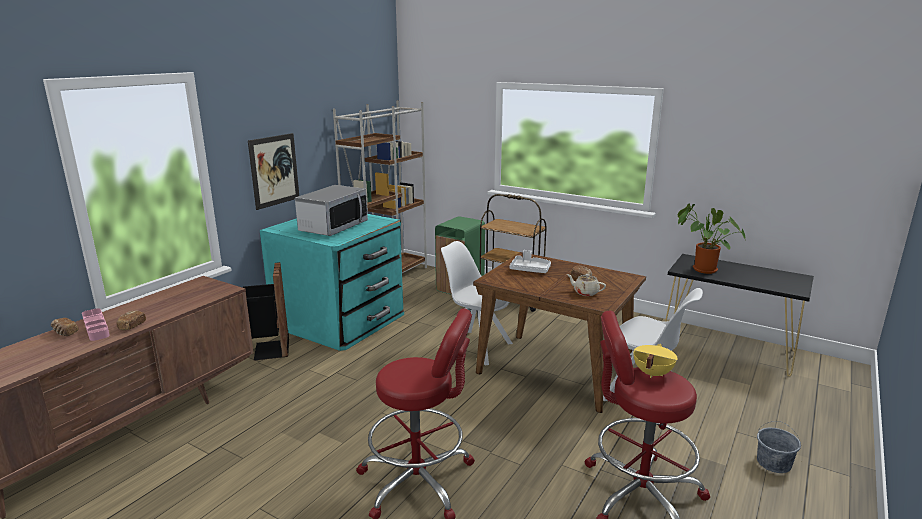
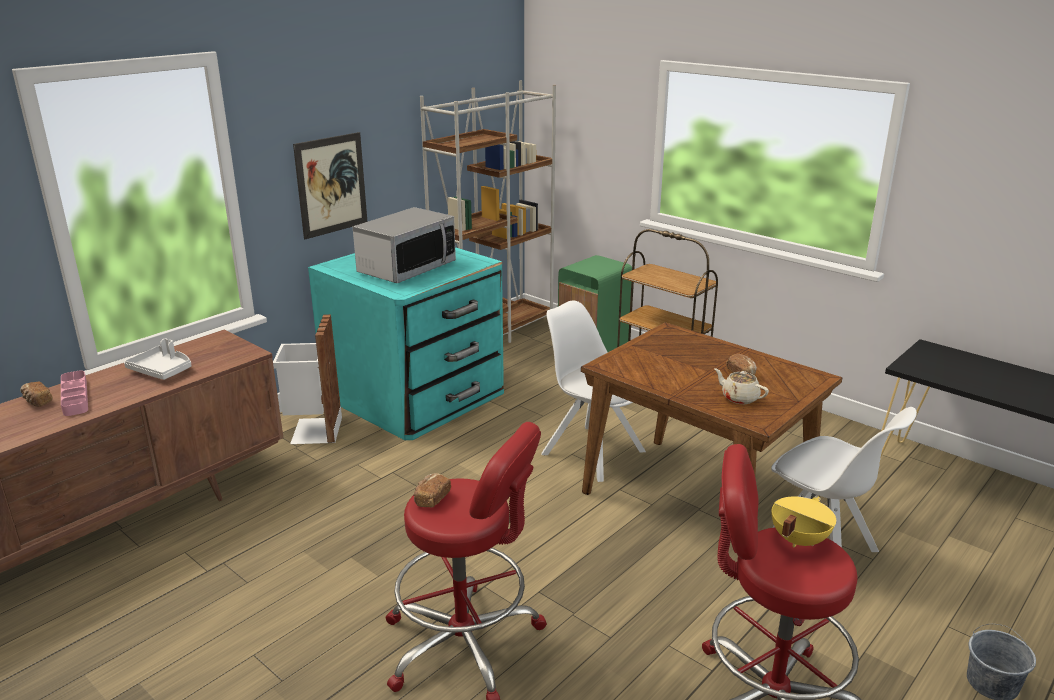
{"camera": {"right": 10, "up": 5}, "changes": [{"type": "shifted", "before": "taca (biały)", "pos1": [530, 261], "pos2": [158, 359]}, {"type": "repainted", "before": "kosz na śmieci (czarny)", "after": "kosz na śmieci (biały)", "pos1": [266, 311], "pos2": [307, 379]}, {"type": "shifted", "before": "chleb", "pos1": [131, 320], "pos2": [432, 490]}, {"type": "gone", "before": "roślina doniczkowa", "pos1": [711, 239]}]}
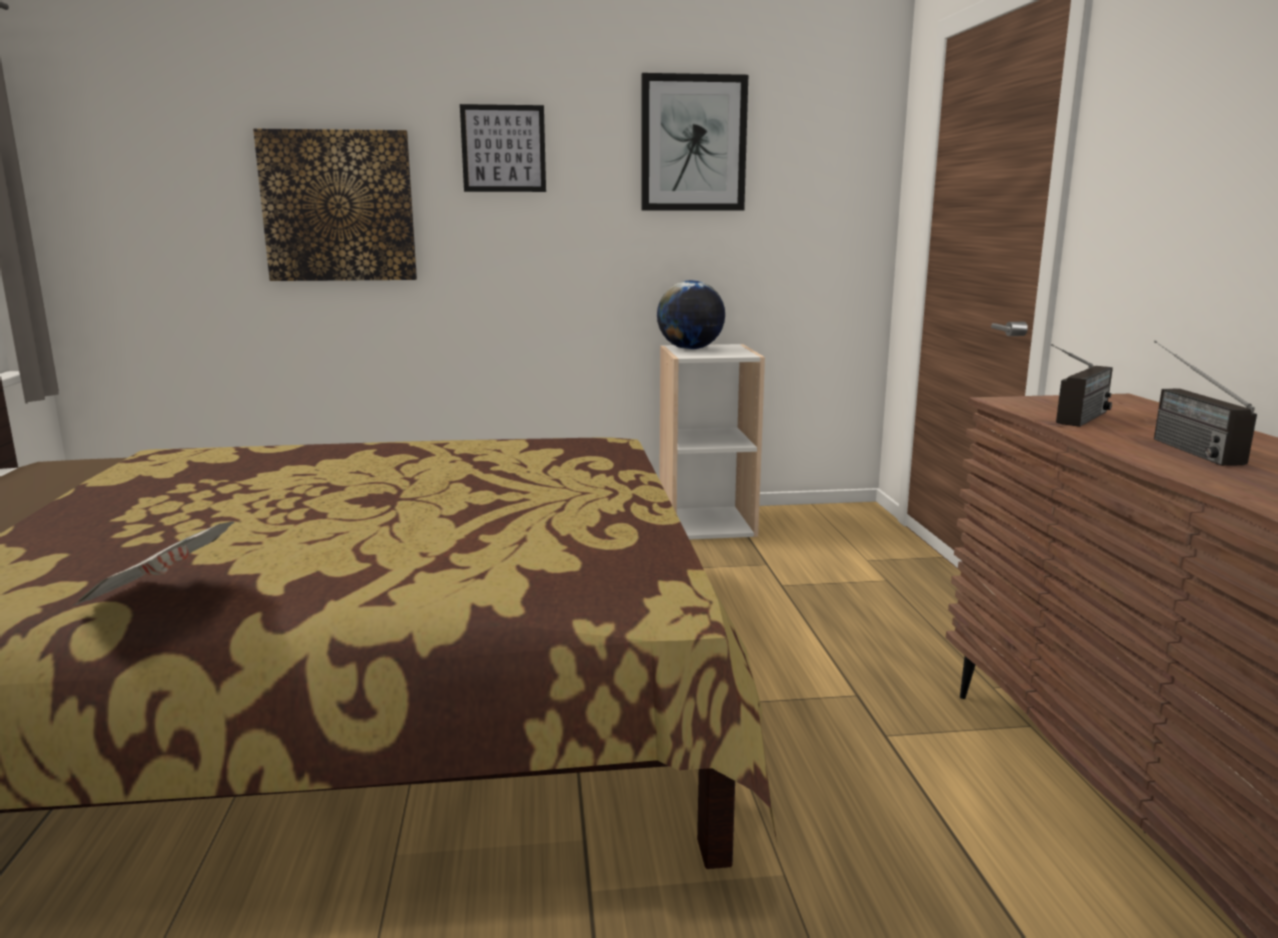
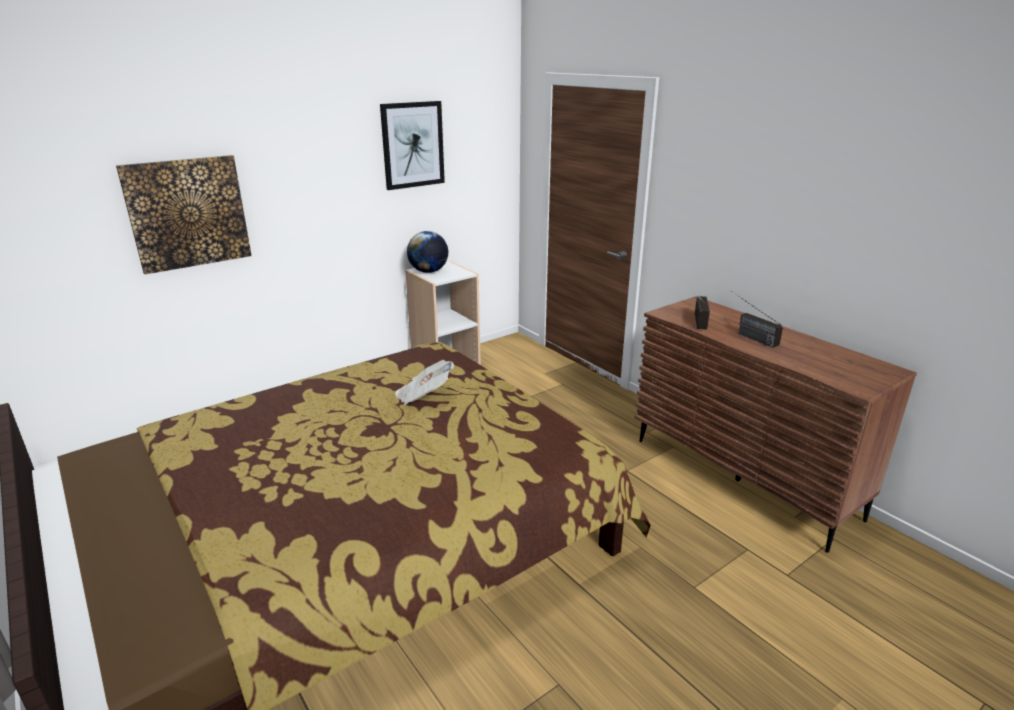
{"camera": {"right": -30, "up": 10}, "changes": [{"type": "shifted", "before": "gazeta", "pos1": [153, 563], "pos2": [424, 382]}, {"type": "gone", "before": "obraz", "pos1": [503, 148]}]}
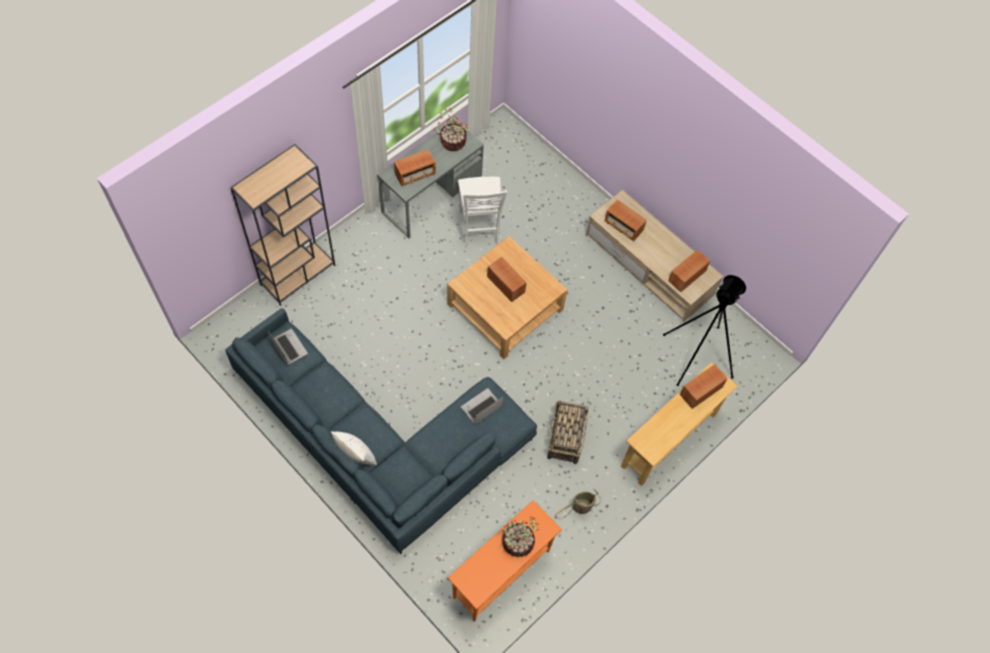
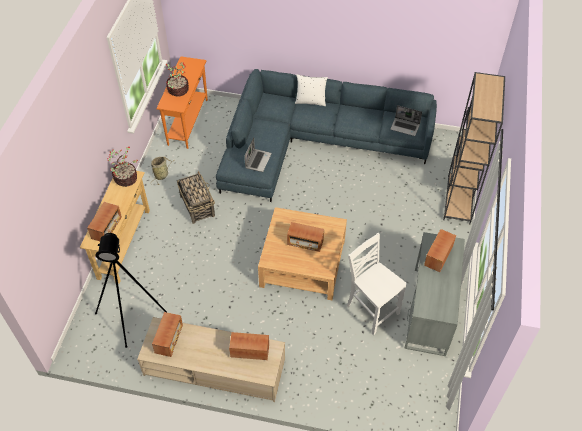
{"camera": {"right": 150, "up": -10}, "changes": [{"type": "shifted", "before": "roślina doniczkowa", "pos1": [451, 129], "pos2": [122, 167]}]}
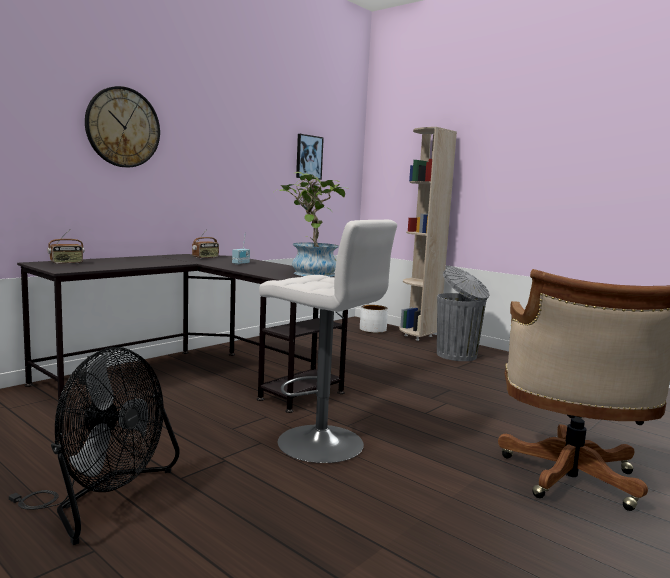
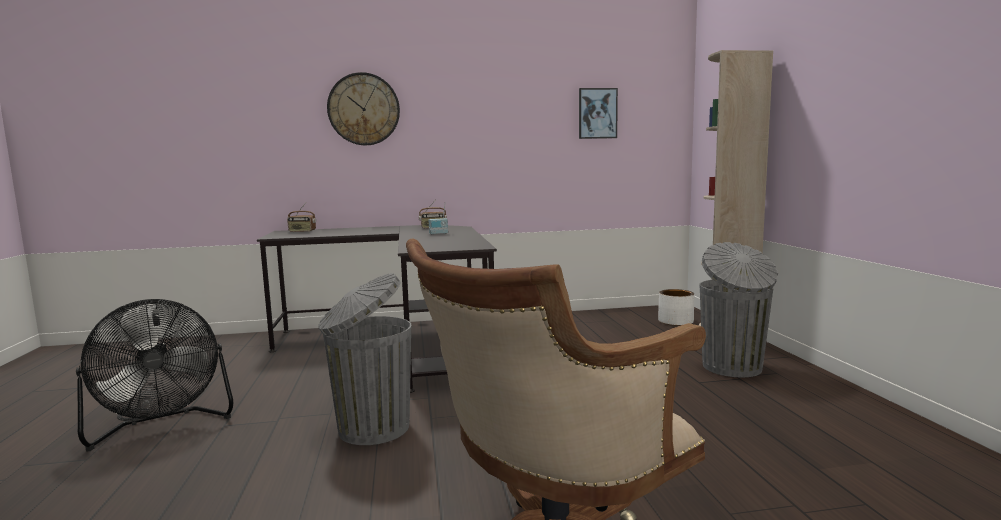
{"camera": {"right": 40, "up": 0}, "changes": [{"type": "swapped", "before": "stołek (biały)", "after": "kosz na śmieci (szary)", "pos1": [328, 341], "pos2": [364, 359]}, {"type": "gone", "before": "roślina doniczkowa", "pos1": [311, 224]}]}
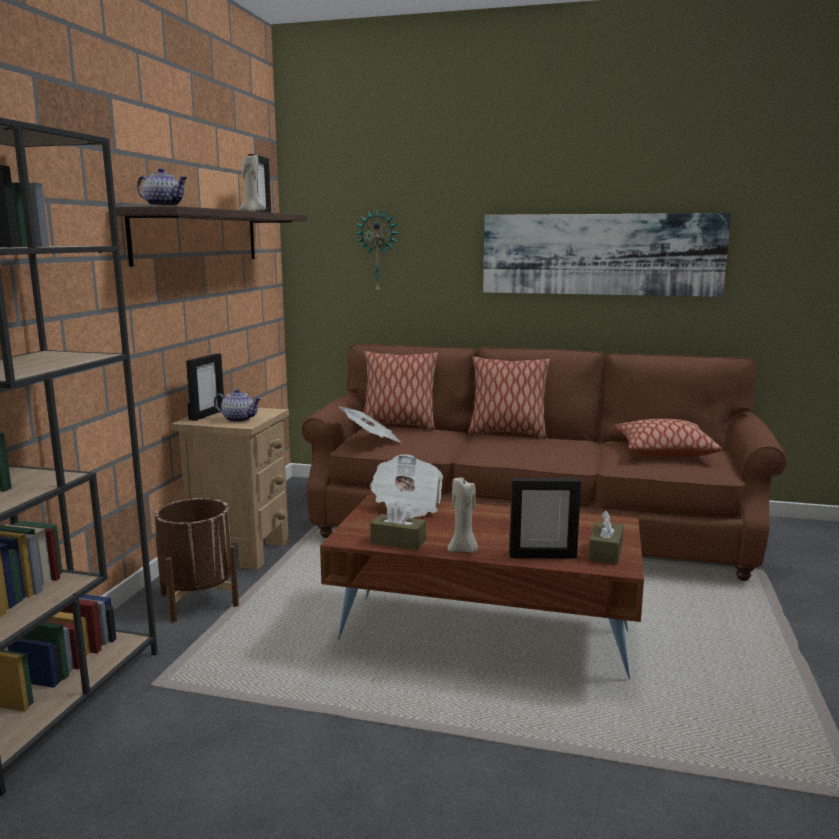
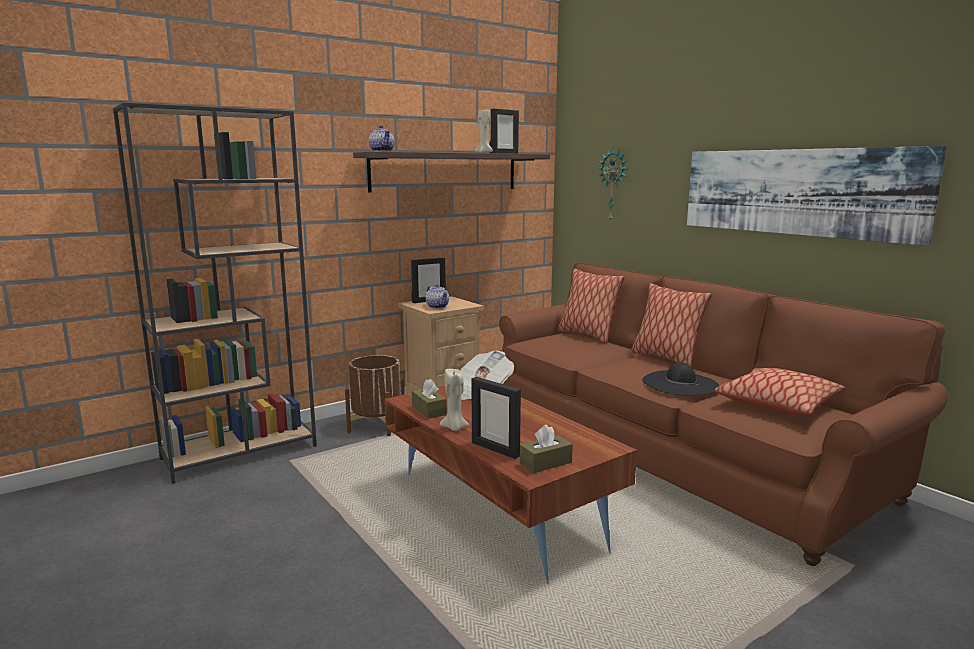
{"camera": {"right": 40, "up": 0}, "changes": [{"type": "new", "after": "kapelusz (czarny)", "pos2": [680, 378]}, {"type": "gone", "before": "gazeta", "pos1": [370, 424]}]}
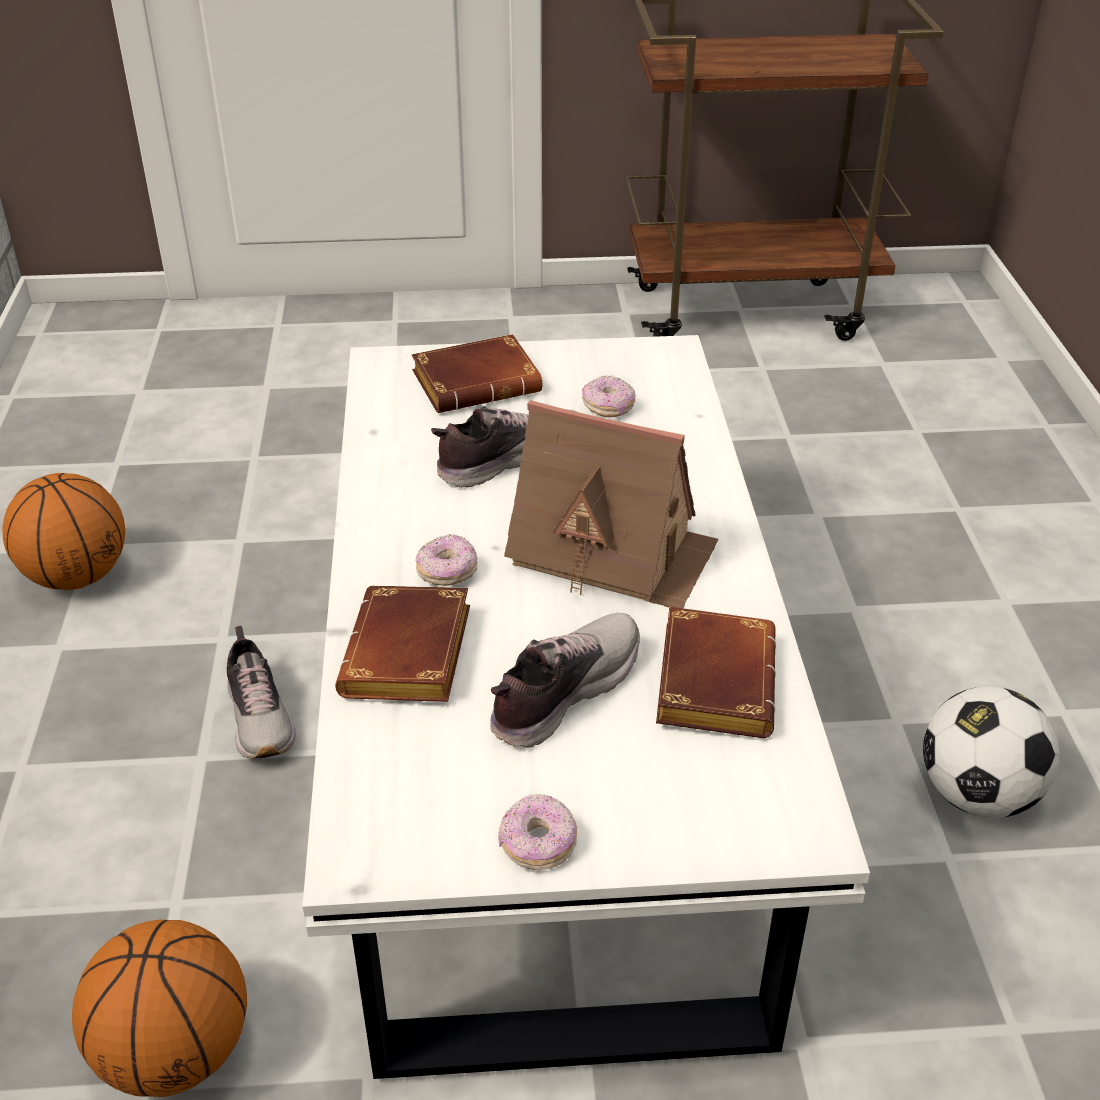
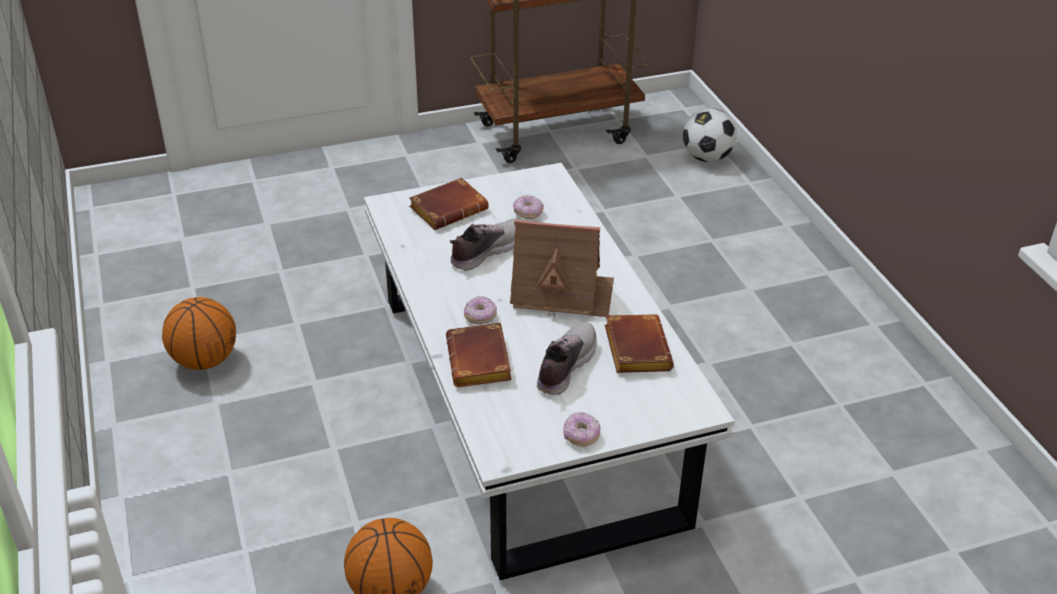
{"camera": {"right": -15, "up": 0}, "changes": [{"type": "shifted", "before": "piłka futbolowa", "pos1": [991, 752], "pos2": [709, 135]}, {"type": "gone", "before": "but", "pos1": [261, 692]}]}
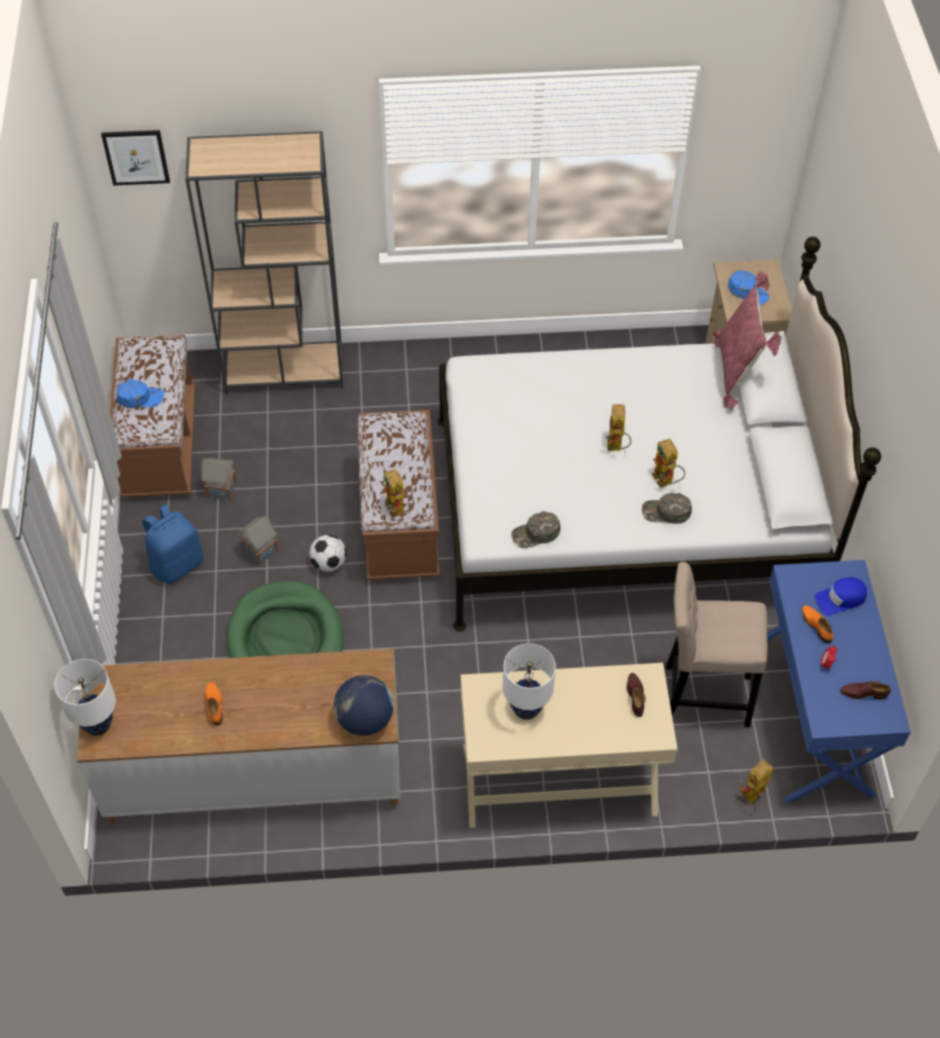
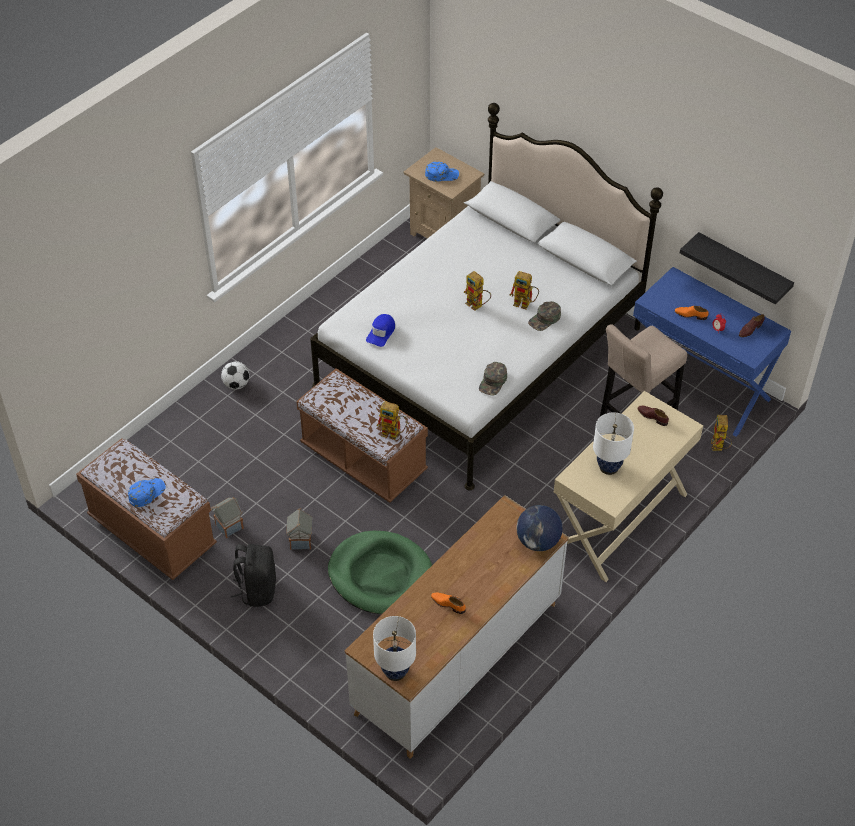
{"camera": {"right": -45, "up": -5}, "changes": [{"type": "shifted", "before": "piłka futbolowa", "pos1": [327, 553], "pos2": [235, 375]}, {"type": "repainted", "before": "plecak (niebieski)", "after": "plecak (czarny)", "pos1": [173, 544], "pos2": [253, 575]}, {"type": "shifted", "before": "czapka z daszkiem (niebieski)", "pos1": [840, 596], "pos2": [380, 330]}, {"type": "new", "after": "półka (czarny)", "pos2": [737, 268]}, {"type": "gone", "before": "obraz", "pos1": [135, 158]}, {"type": "gone", "before": "regał", "pos1": [264, 262]}, {"type": "gone", "before": "poduszka (czerwony)", "pos1": [747, 340]}]}
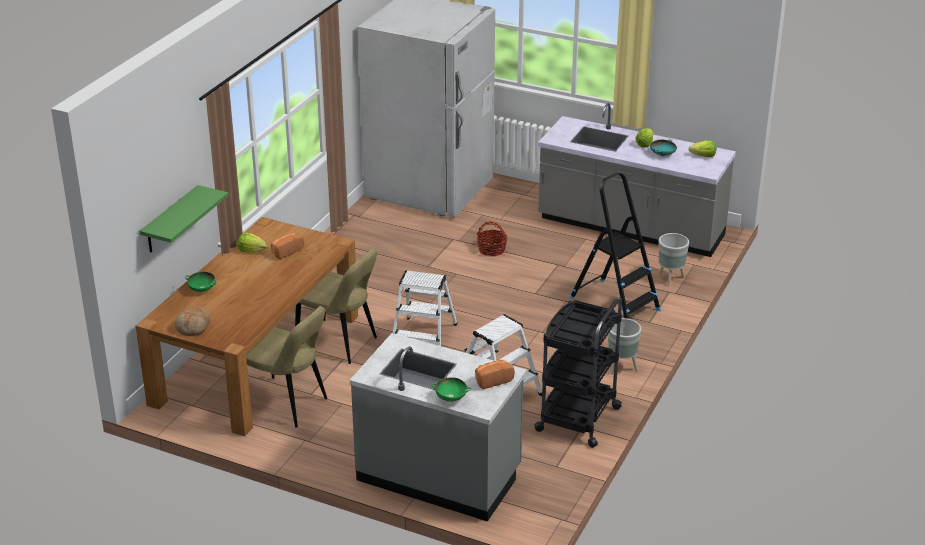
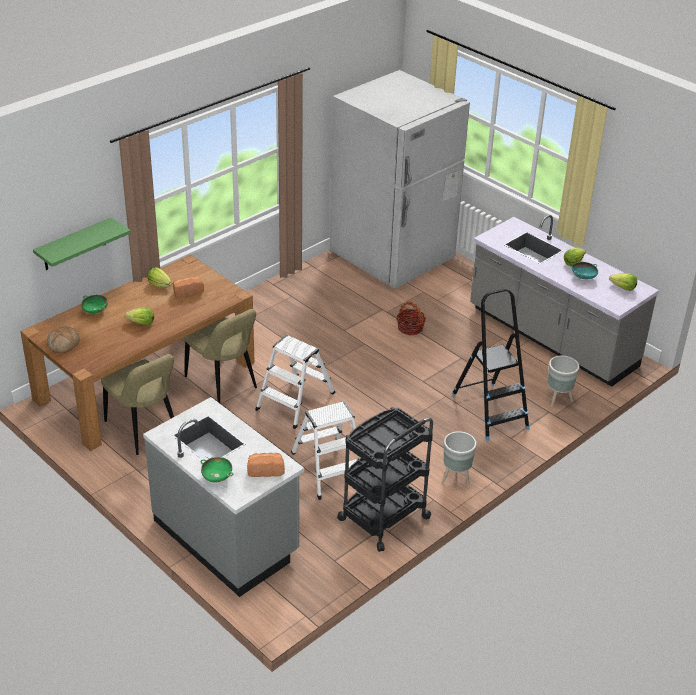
{"camera": {"right": 20, "up": 5}, "changes": [{"type": "new", "after": "sałata", "pos2": [139, 316]}]}
